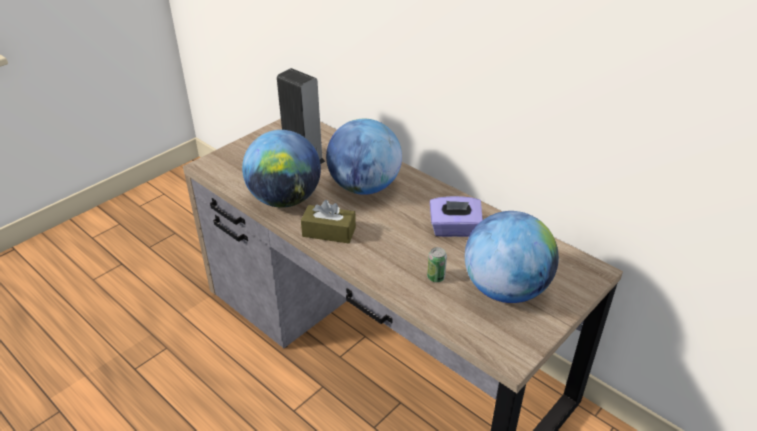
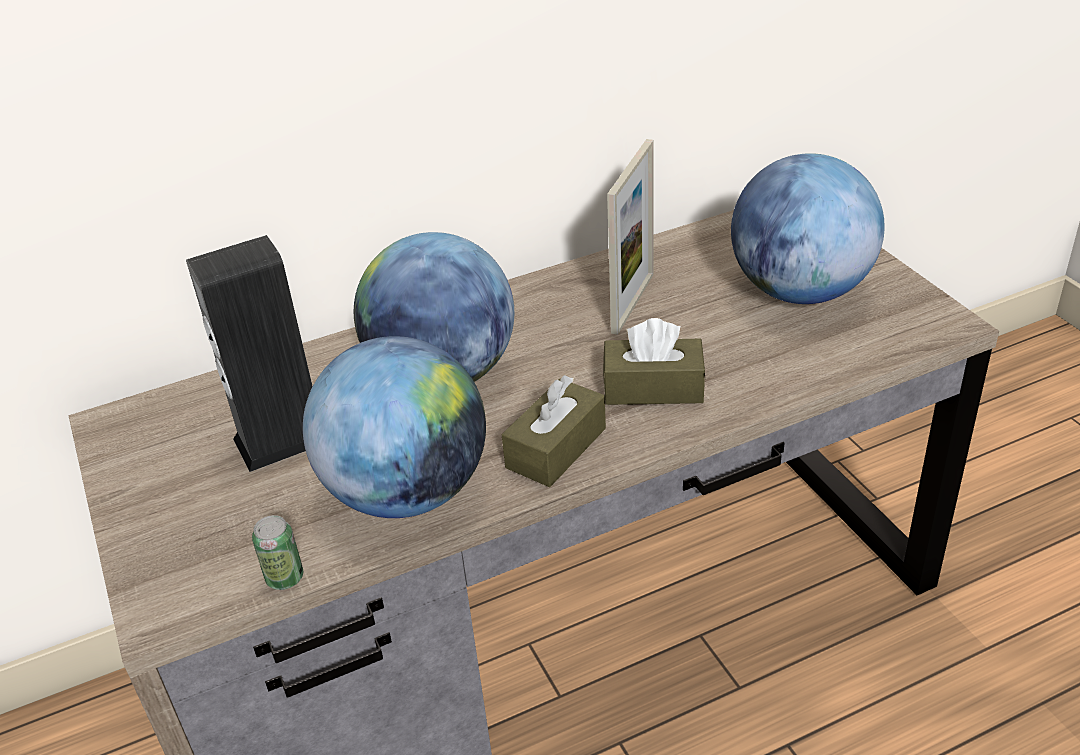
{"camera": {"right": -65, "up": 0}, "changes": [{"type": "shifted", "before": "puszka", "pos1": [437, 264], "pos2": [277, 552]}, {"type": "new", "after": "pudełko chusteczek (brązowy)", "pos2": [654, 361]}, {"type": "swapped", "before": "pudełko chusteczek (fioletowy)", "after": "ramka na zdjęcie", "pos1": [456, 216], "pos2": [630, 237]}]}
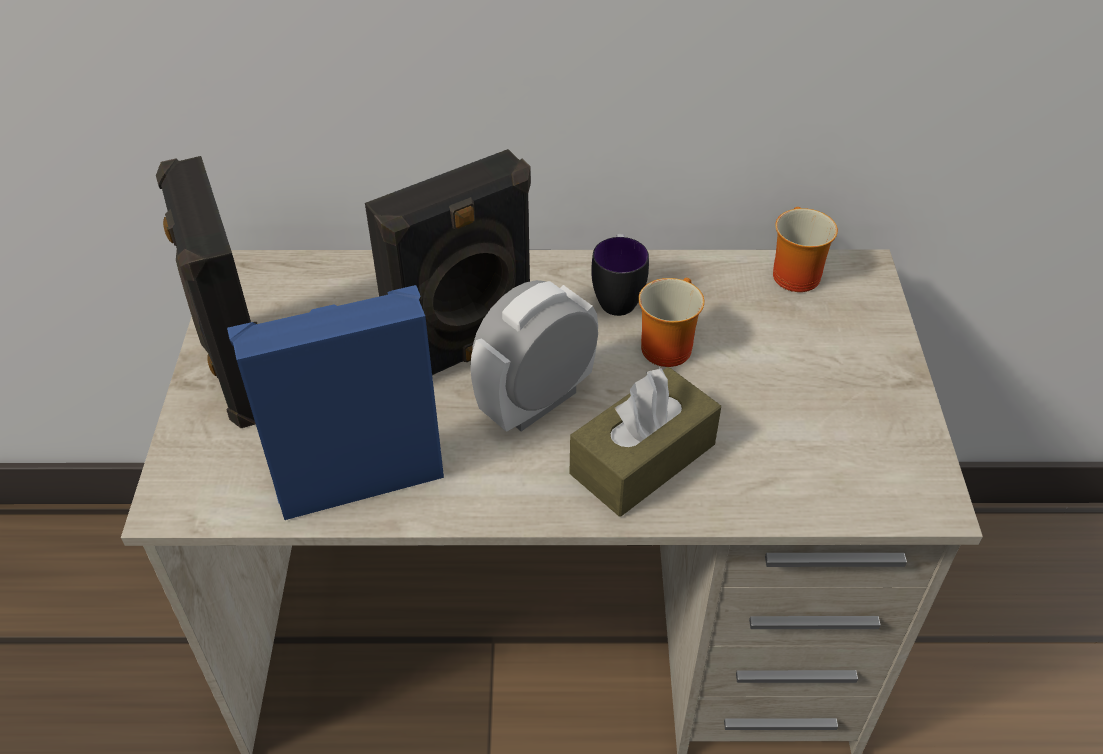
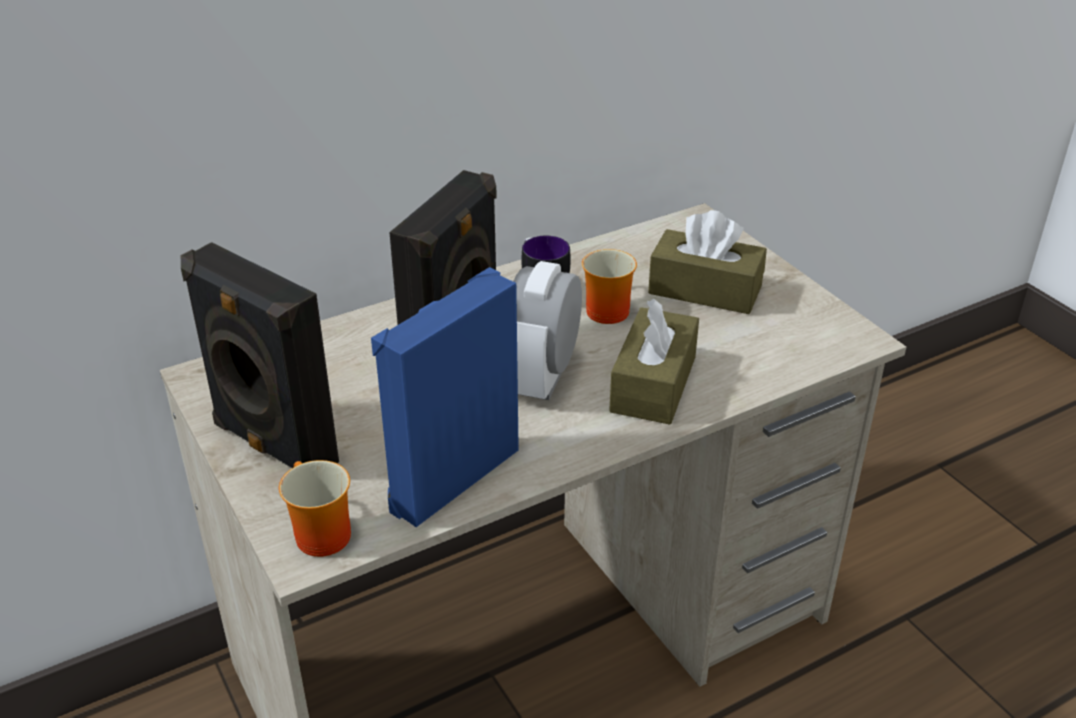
{"camera": {"right": -30, "up": -10}, "changes": [{"type": "shifted", "before": "kubek", "pos1": [805, 249], "pos2": [315, 508]}, {"type": "new", "after": "pudełko chusteczek (brązowy)", "pos2": [707, 262]}]}
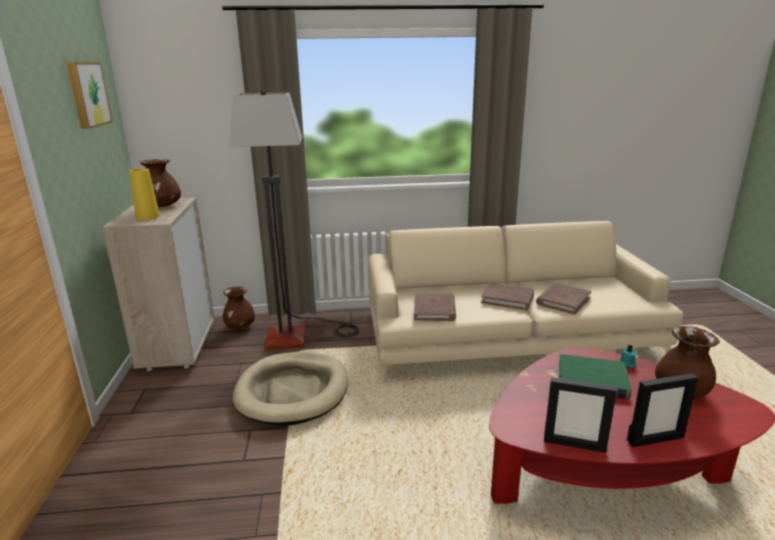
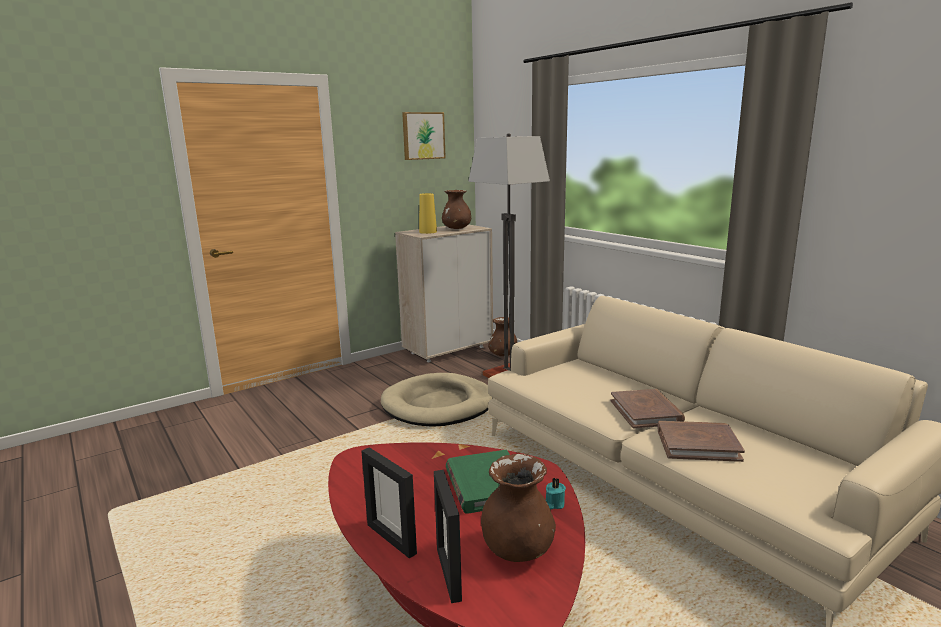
{"camera": {"right": 60, "up": -5}, "changes": [{"type": "shifted", "before": "ramka na zdjęcie", "pos1": [580, 415], "pos2": [448, 536]}, {"type": "gone", "before": "książka (brązowy)", "pos1": [435, 307]}]}
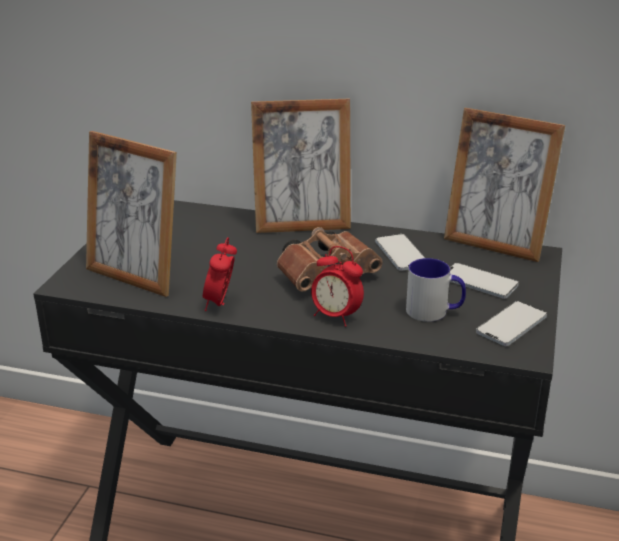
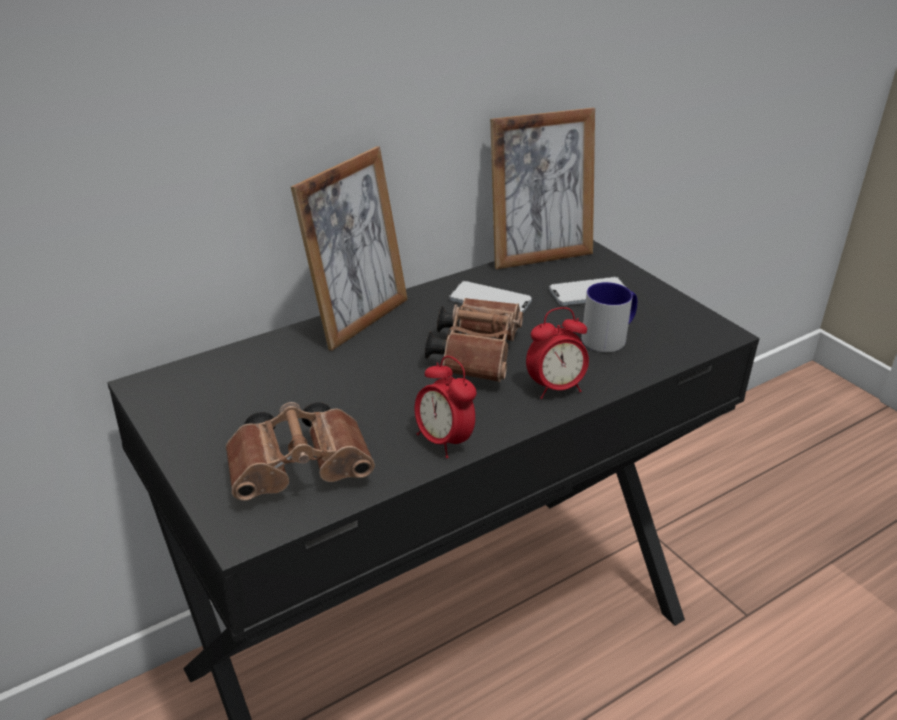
{"camera": {"right": -50, "up": 5}, "changes": [{"type": "swapped", "before": "ramka na zdjęcie", "after": "lornetka (brązowy)", "pos1": [131, 214], "pos2": [300, 451]}, {"type": "gone", "before": "telefon", "pos1": [511, 323]}]}
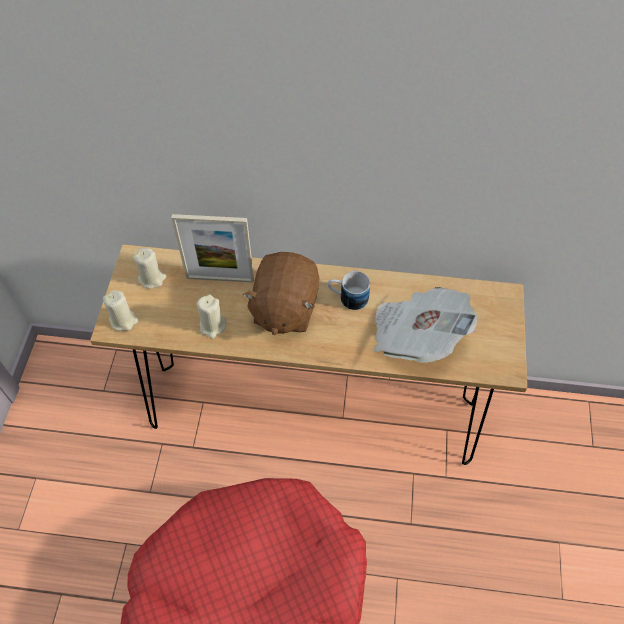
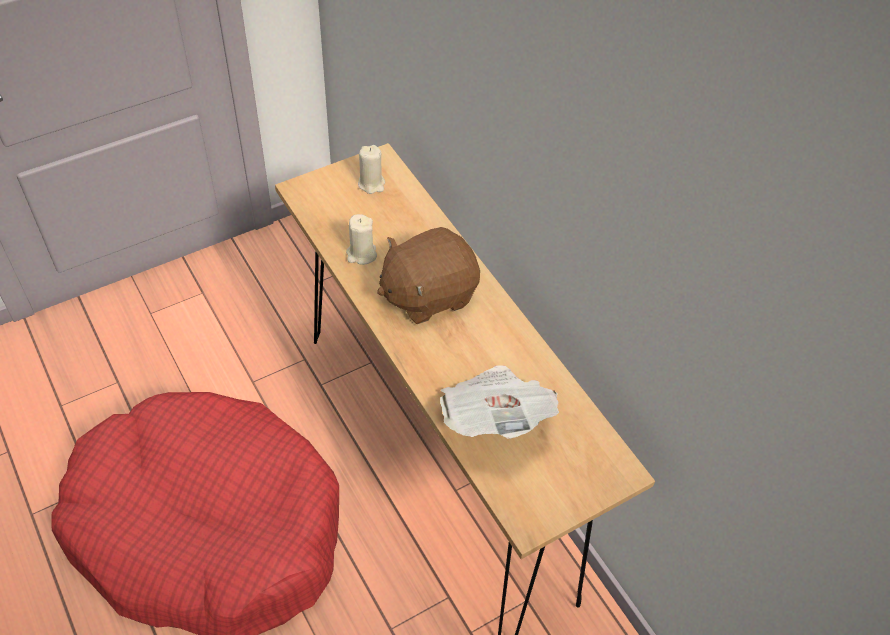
{"camera": {"right": 50, "up": -5}, "changes": [{"type": "gone", "before": "świeca (beżowy)", "pos1": [120, 310]}, {"type": "gone", "before": "ramka na zdjęcie", "pos1": [212, 248]}, {"type": "gone", "before": "kubek", "pos1": [349, 290]}]}
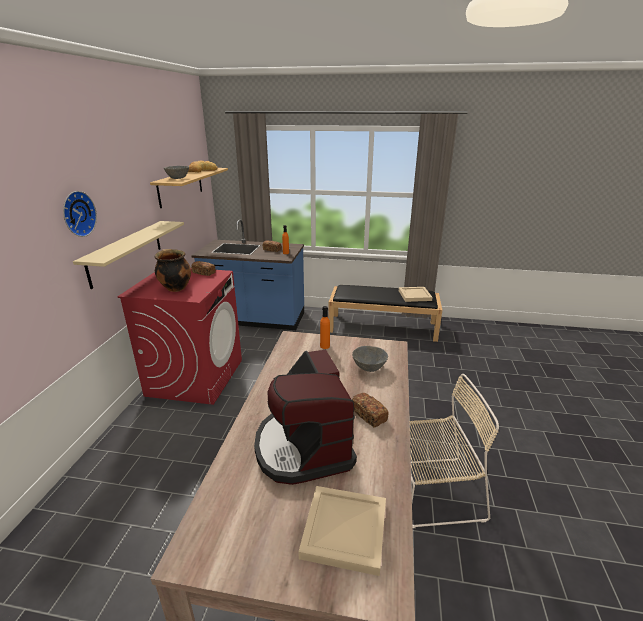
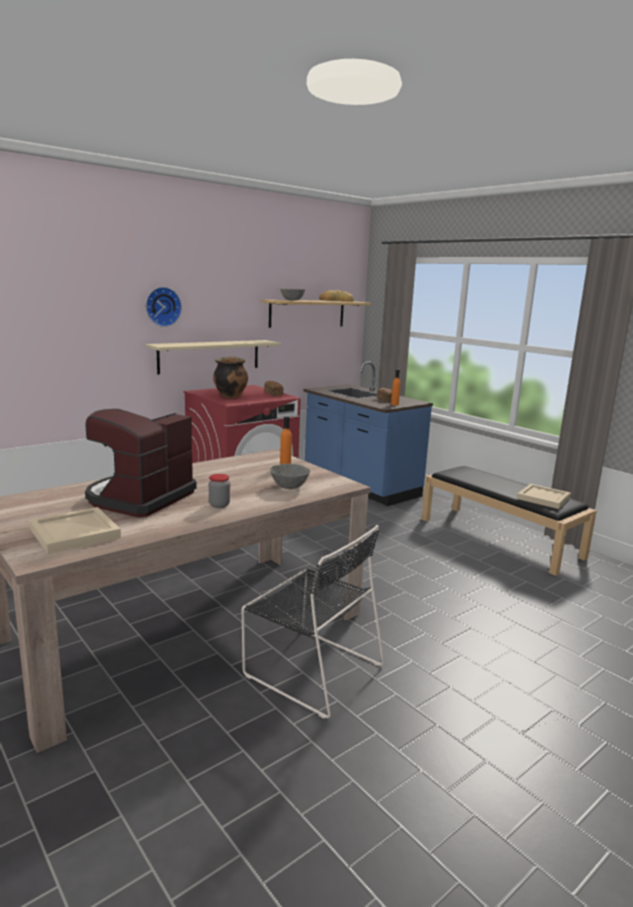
{"camera": {"right": 40, "up": -10}, "changes": [{"type": "swapped", "before": "chleb", "after": "słoik", "pos1": [370, 410], "pos2": [219, 491]}, {"type": "repainted", "before": "krzesło (beżowy)", "after": "krzesło (czarny)", "pos1": [454, 451], "pos2": [313, 621]}]}
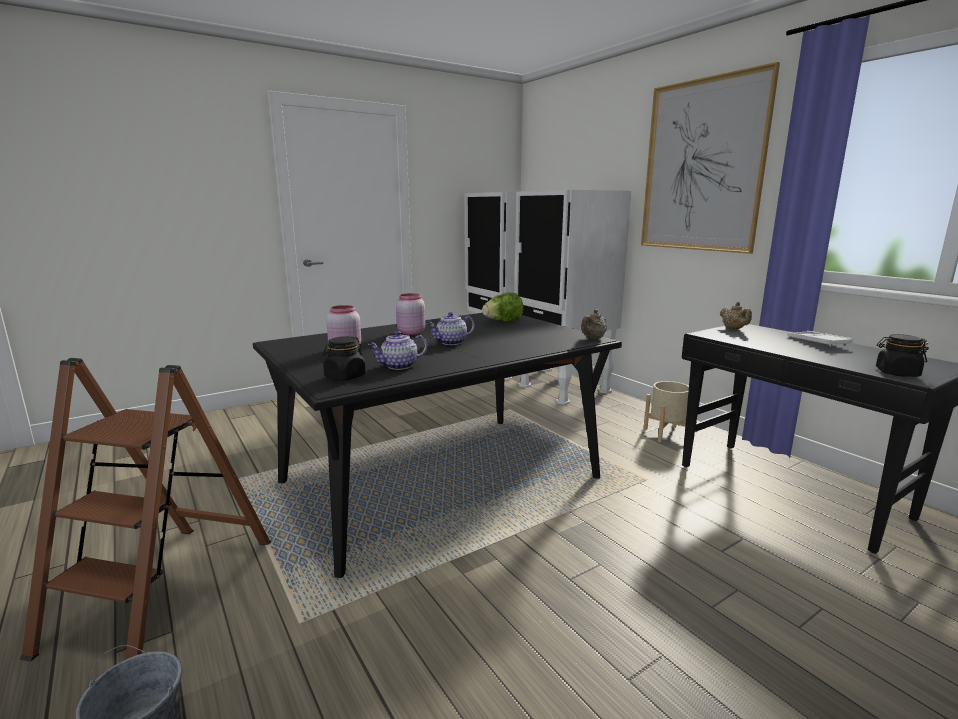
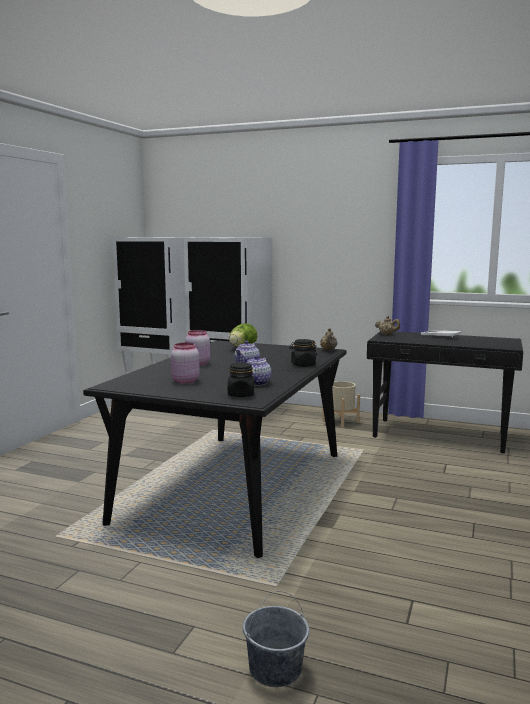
{"camera": {"right": -35, "up": -5}, "changes": [{"type": "shifted", "before": "słoik (czarny)", "pos1": [902, 355], "pos2": [303, 353]}, {"type": "gone", "before": "drabinka (brązowy)", "pos1": [145, 510]}, {"type": "gone", "before": "obraz", "pos1": [710, 158]}]}
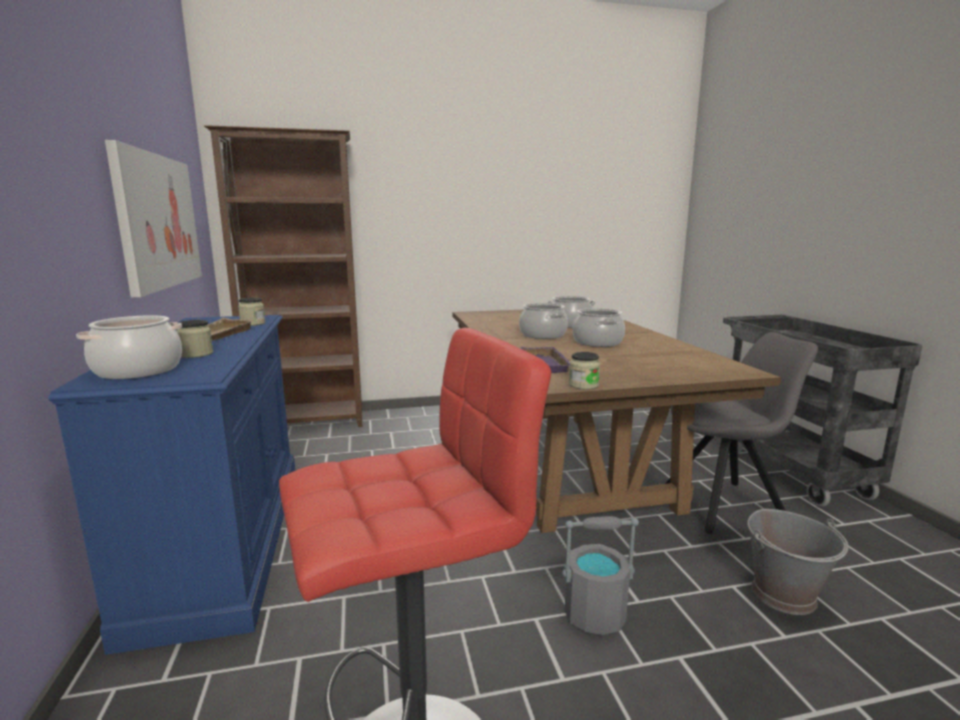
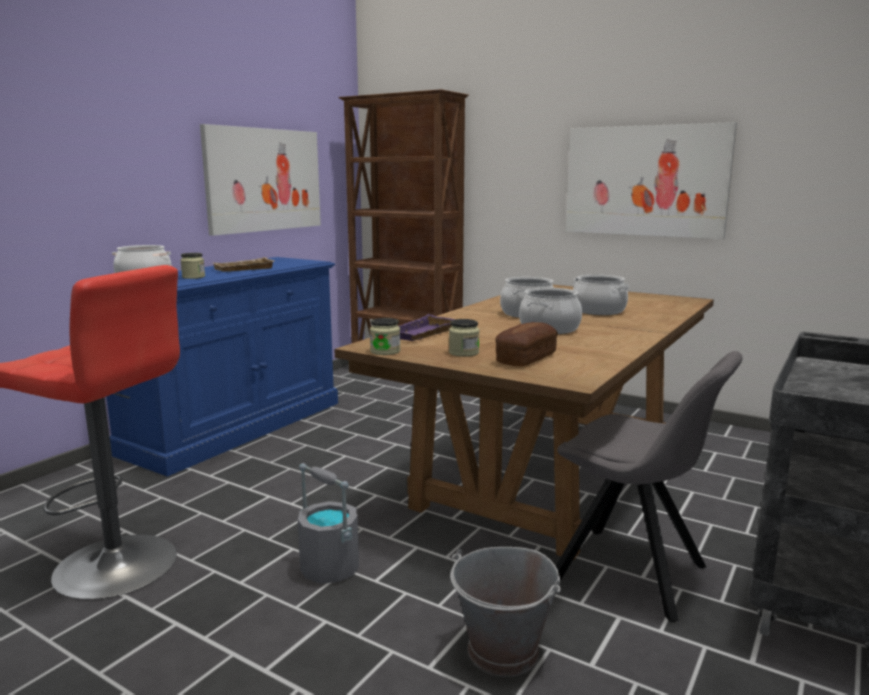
{"camera": {"right": 45, "up": 0}, "changes": [{"type": "shifted", "before": "słoik", "pos1": [251, 312], "pos2": [464, 338]}, {"type": "new", "after": "chleb", "pos2": [526, 344]}, {"type": "new", "after": "obraz", "pos2": [651, 180]}]}
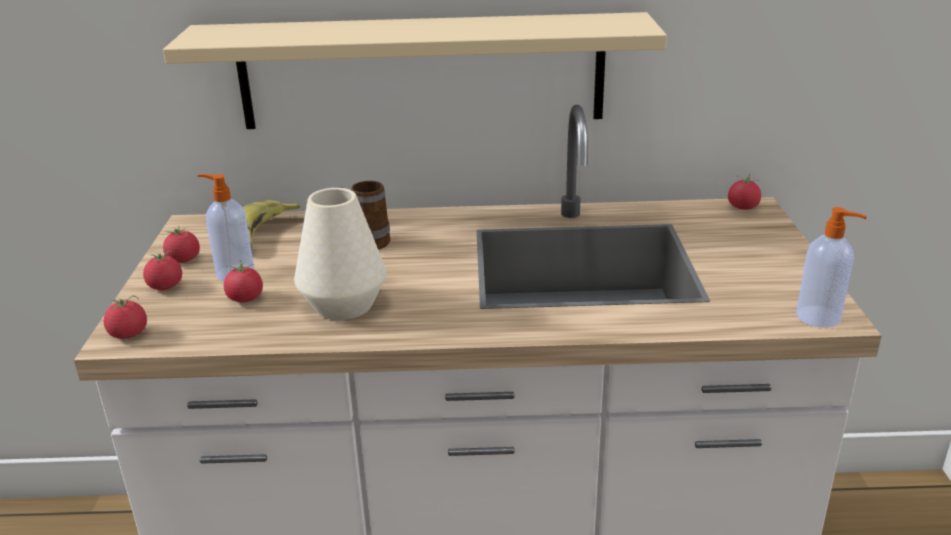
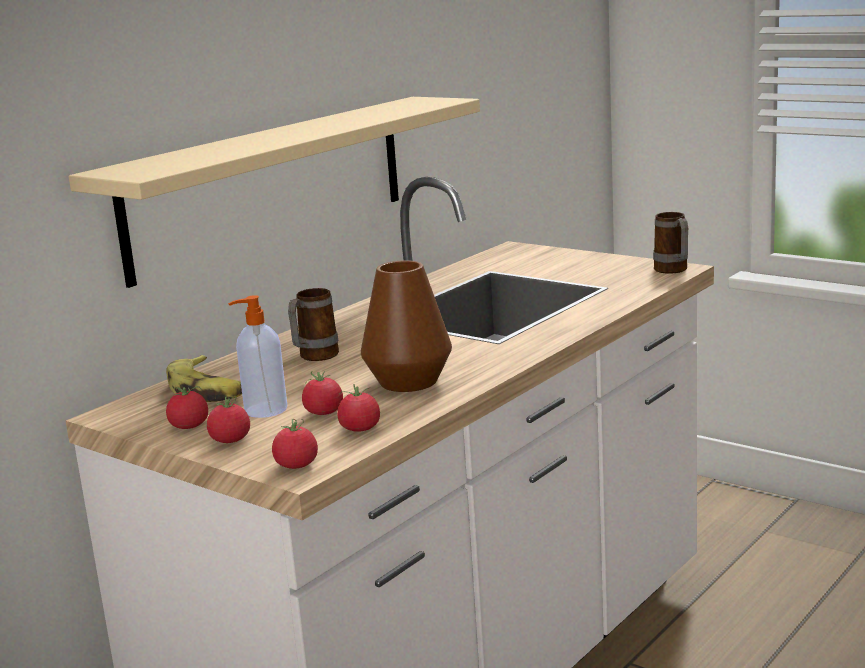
{"camera": {"right": -50, "up": -10}, "changes": [{"type": "shifted", "before": "pomidor", "pos1": [744, 192], "pos2": [358, 408]}, {"type": "repainted", "before": "wazon (biały)", "after": "wazon (brązowy)", "pos1": [340, 254], "pos2": [406, 326]}, {"type": "swapped", "before": "dozownik mydła", "after": "kubek", "pos1": [831, 267], "pos2": [670, 243]}]}
